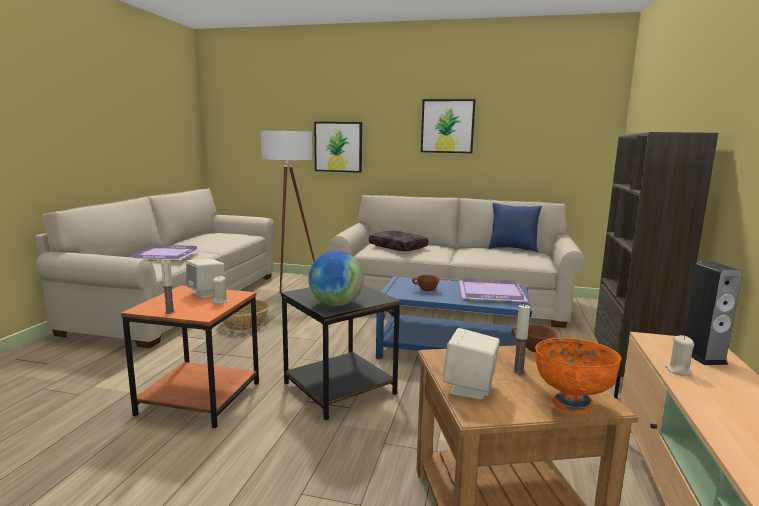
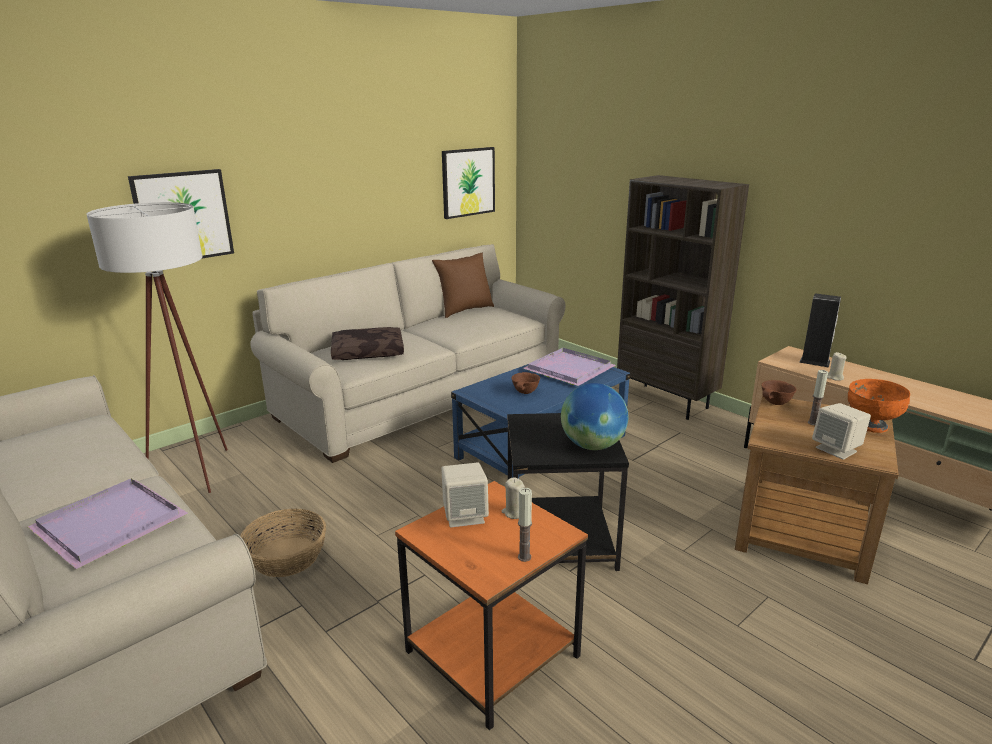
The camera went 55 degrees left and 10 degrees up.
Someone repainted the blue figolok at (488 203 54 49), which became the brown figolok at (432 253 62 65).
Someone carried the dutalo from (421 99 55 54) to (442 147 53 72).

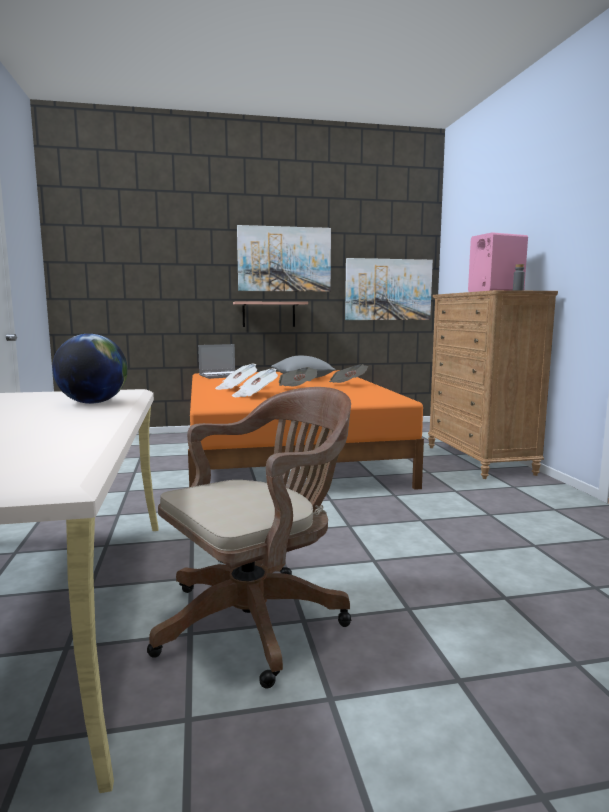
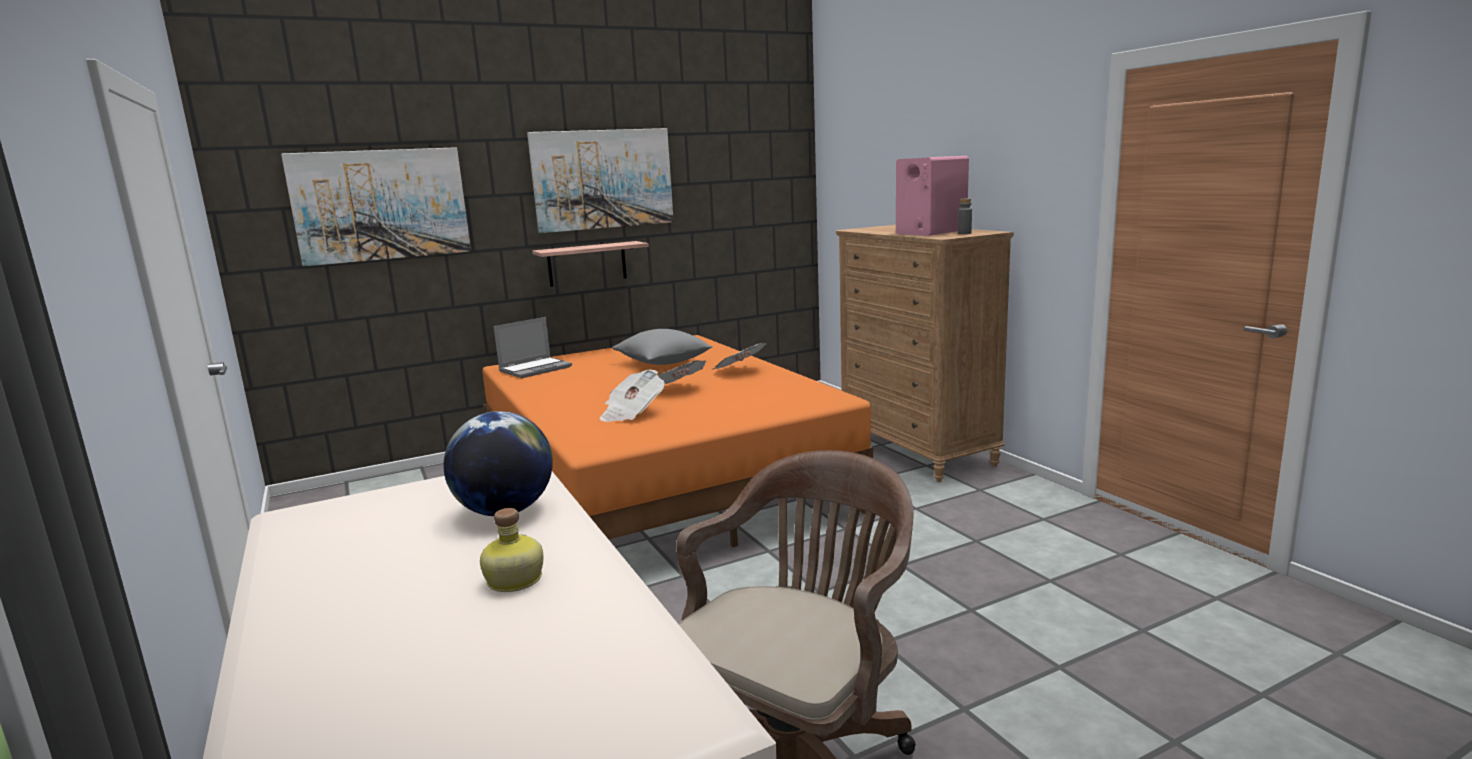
The camera went 15 degrees left and 5 degrees up.
Someone carried the dutalo from (345 258 88 62) to (281 147 190 120).
Someone put down the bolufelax at (480 508 64 84).
Someone took away the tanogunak at (215 364 42 26).

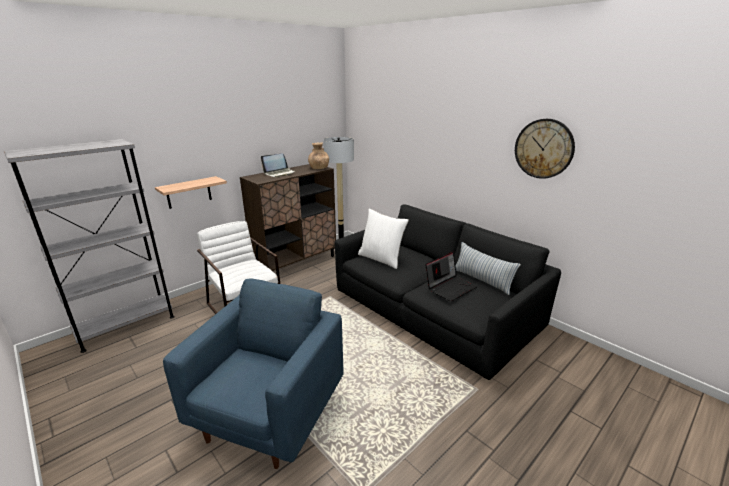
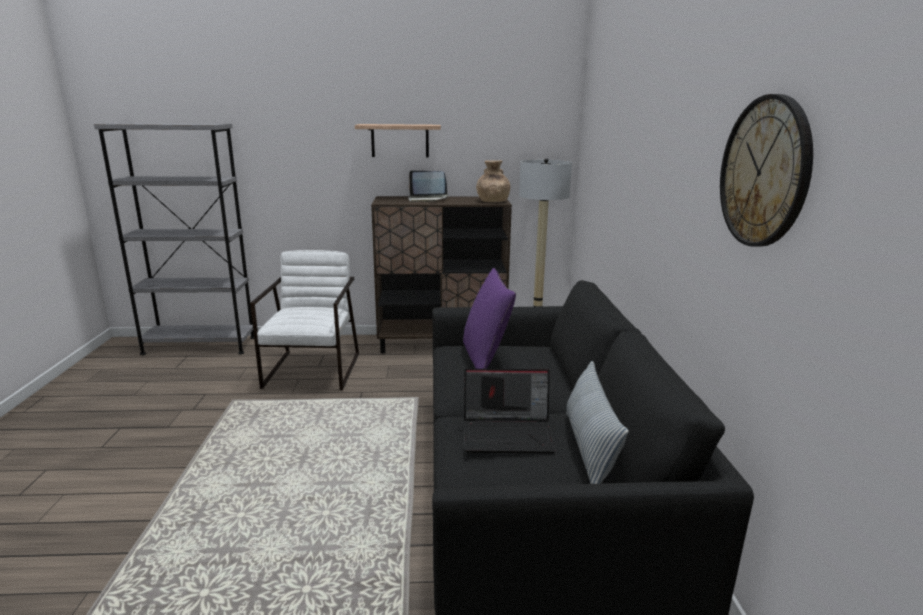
The camera went 40 degrees right and 5 degrees down.
Someone carried the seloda from (155 176 72 33) to (355 124 86 33).
Someone repainted the white figolok at (358 209 51 60), which became the purple figolok at (463 268 53 101).
Someone took away the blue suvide at (163 278 181 191).

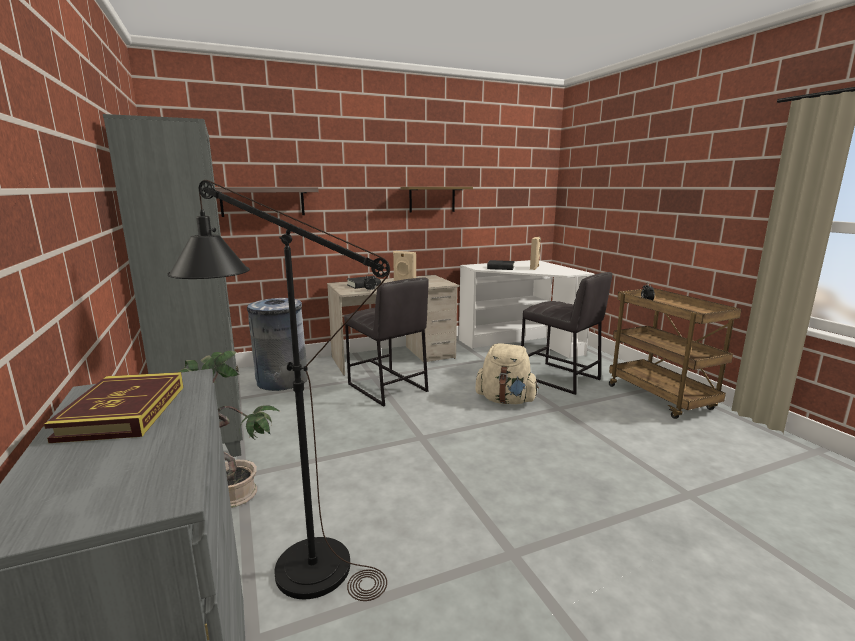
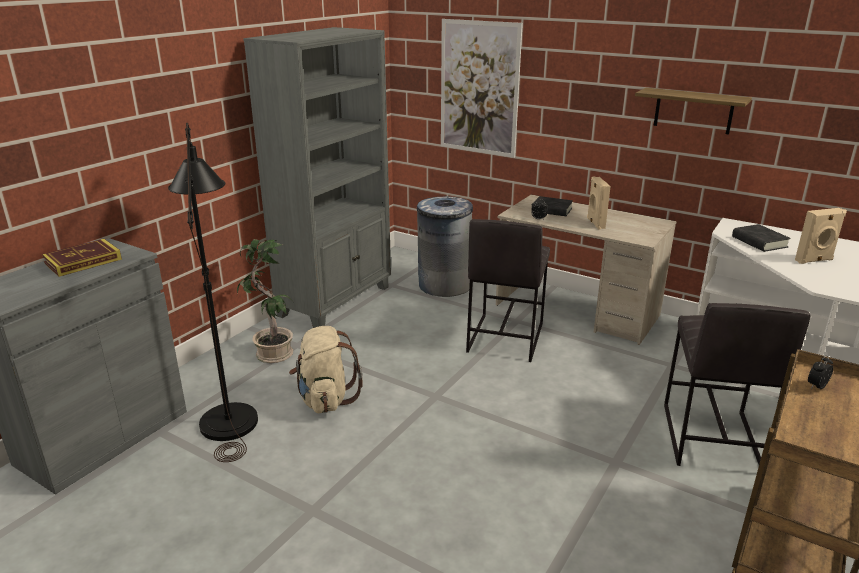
The camera went 55 degrees right and 10 degrees up.
Someone carried the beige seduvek from (475 343 64 61) to (289 326 74 87).
Someone swapped the seloda at (215 187 104 30) for the dutalo at (441 19 82 139).

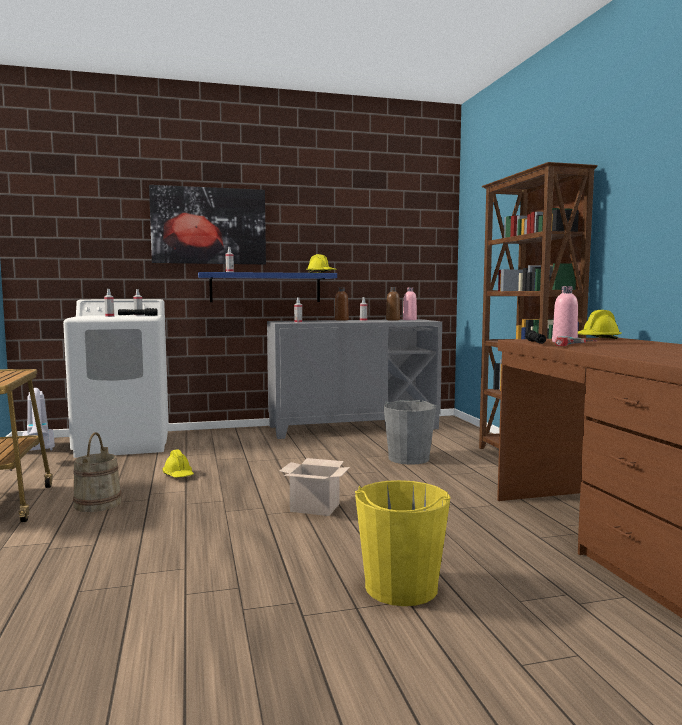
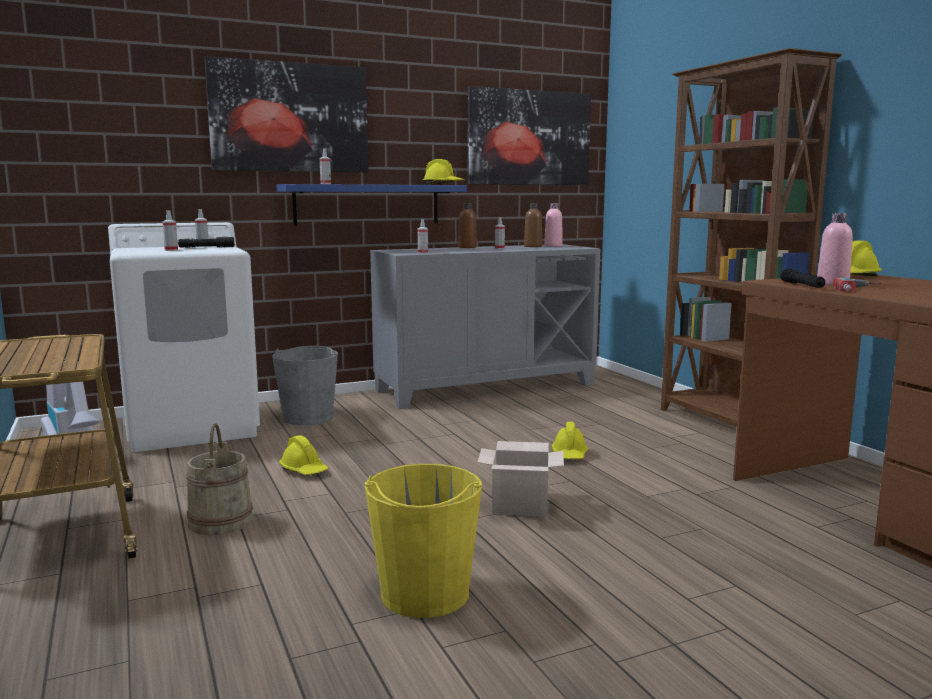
The camera went 10 degrees left and 5 degrees up.
Someone carried the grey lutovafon from (383 400 53 65) to (272 346 66 79).
Someone carried the yellow lutovafon from (355 480 95 126) to (364 464 118 154).
Someone put up the dutalo at (468 86 123 99).
Someone put down the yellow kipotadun at (552 422 36 37).

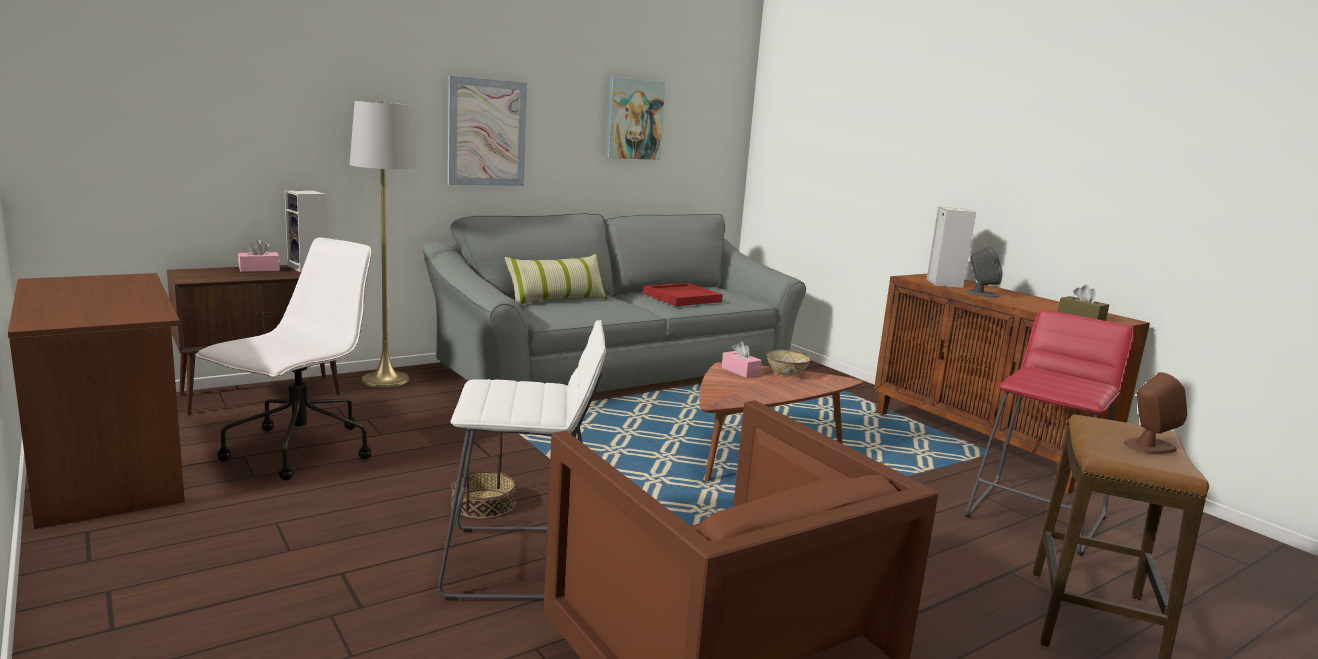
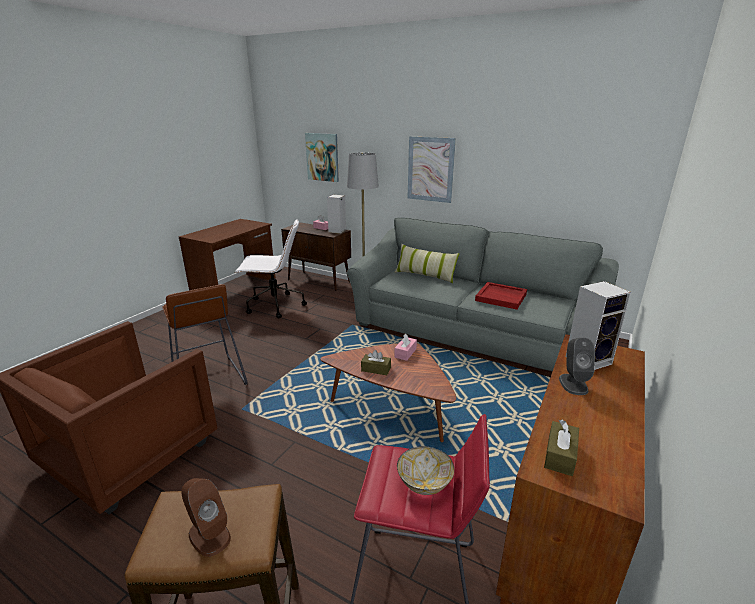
The camera went 65 degrees right and 10 degrees up.
Someone repainted the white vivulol at (438 320 168 281), which became the brown vivulol at (162 284 86 101).
Someone carried the dutalo from (606 77 59 83) to (305 133 34 49).
Someone put down the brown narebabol at (361 350 30 25).
Someone carried the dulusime from (766 349 45 27) to (397 446 57 49).
Someone took away the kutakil at (451 430 65 89).

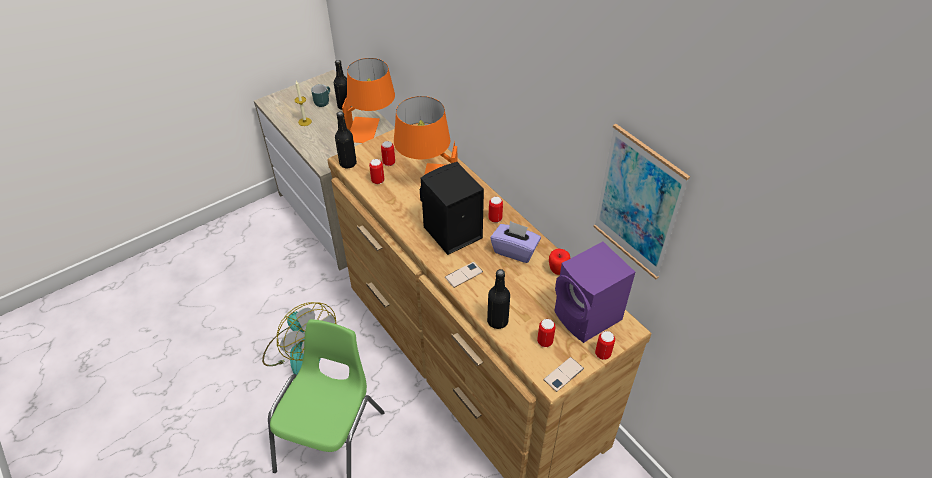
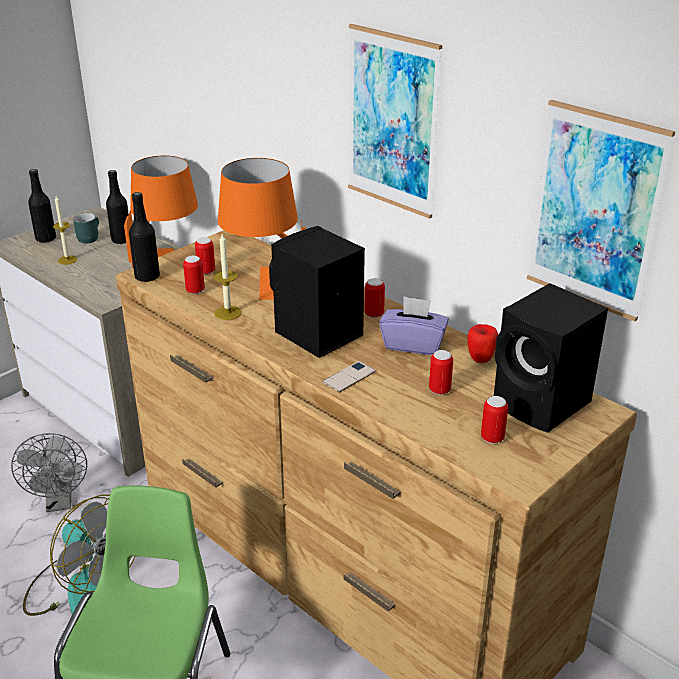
The camera went 10 degrees left and 15 degrees down.
Someone put down the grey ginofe at (11 433 76 79).
Someone carried the black bolufelax from (487 269 23 60) to (28 169 28 74).
Someone put down the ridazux at (213 234 29 86).
Someone put up the dutalo at (348 24 94 195).
Someone carried the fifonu from (595 331 20 29) to (429 350 24 45).
Someone repainted the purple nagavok at (554 242 81 101), which became the black nagavok at (494 283 114 150).
Someone took away the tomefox at (543 357 41 35).

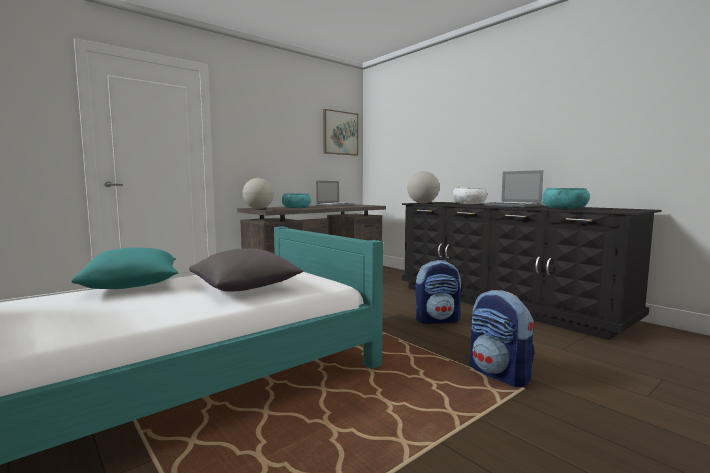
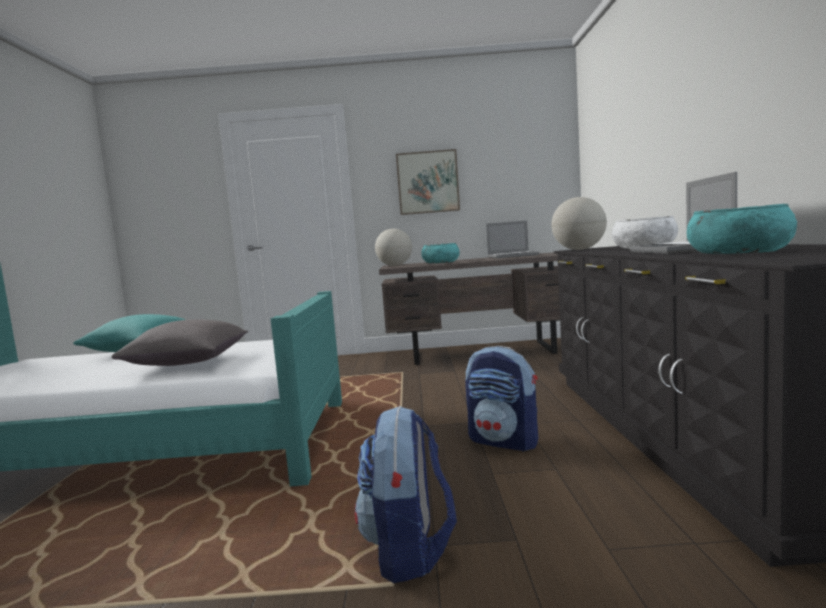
The camera went 40 degrees right and 0 degrees up.
Someone carried the dutalo from (323 109 35 47) to (396 149 64 66).

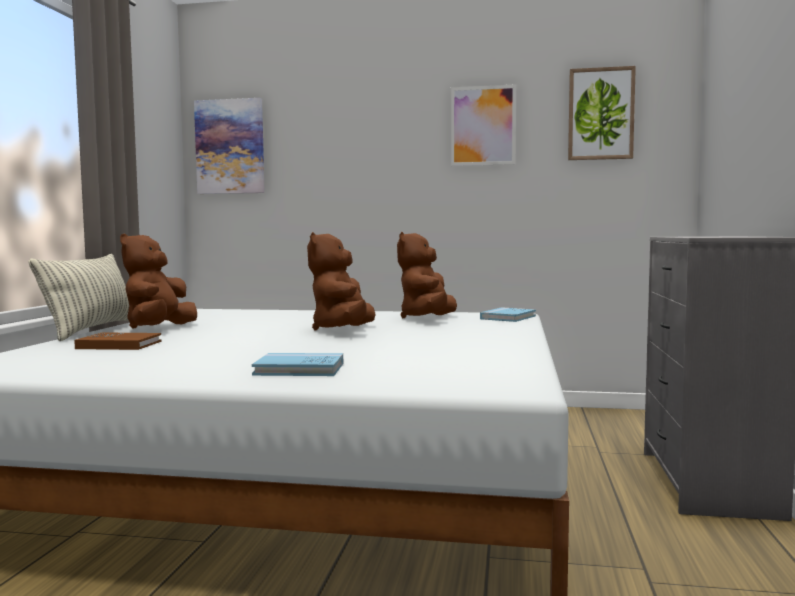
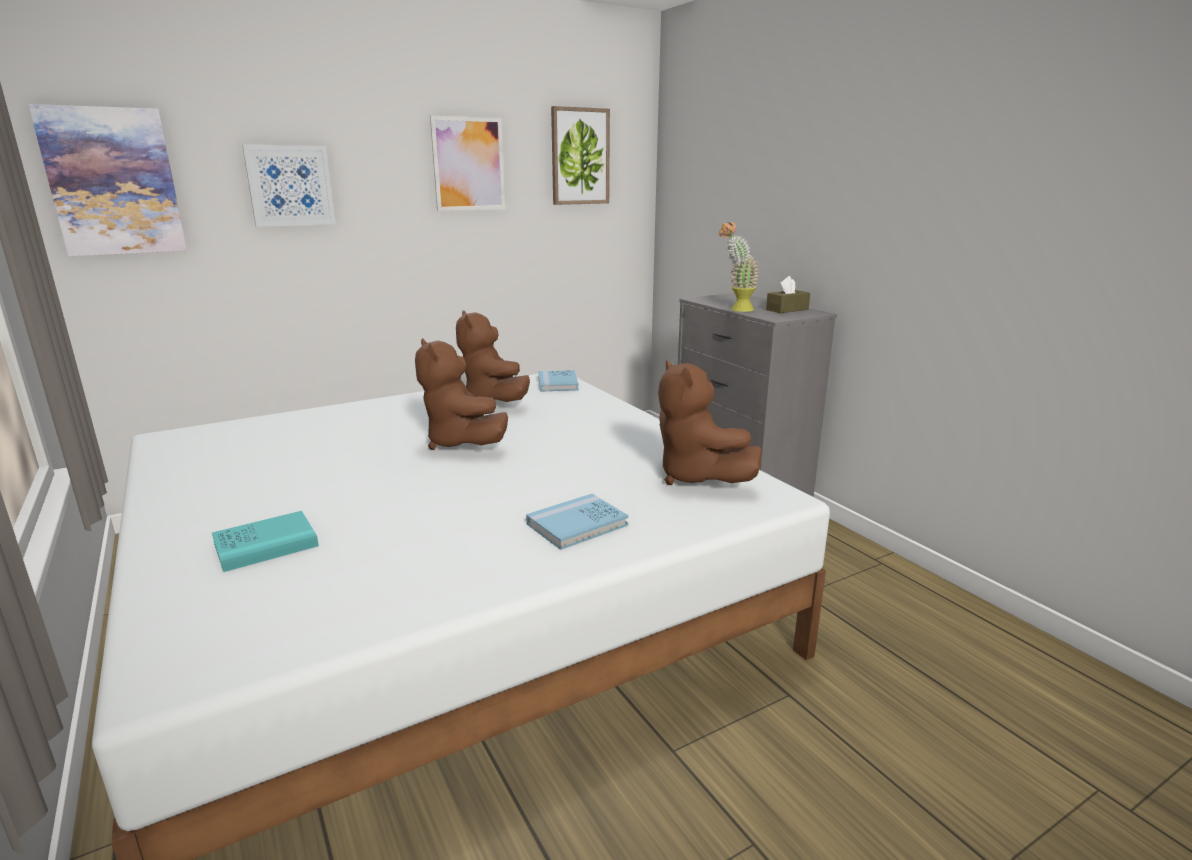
The camera went 40 degrees left and 15 degrees up.
Someone repainted the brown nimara at (74 332 88 18), which became the turquoise nimara at (212 511 107 61).
Someone put up the dutalo at (242 145 94 82).
Someone carried the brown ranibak from (120 234 77 95) to (658 360 104 125).
Someone put down the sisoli at (719 222 41 90).
Someone put down the brown narebabol at (766 276 44 37).
Someone took away the figolok at (29 254 100 87).

